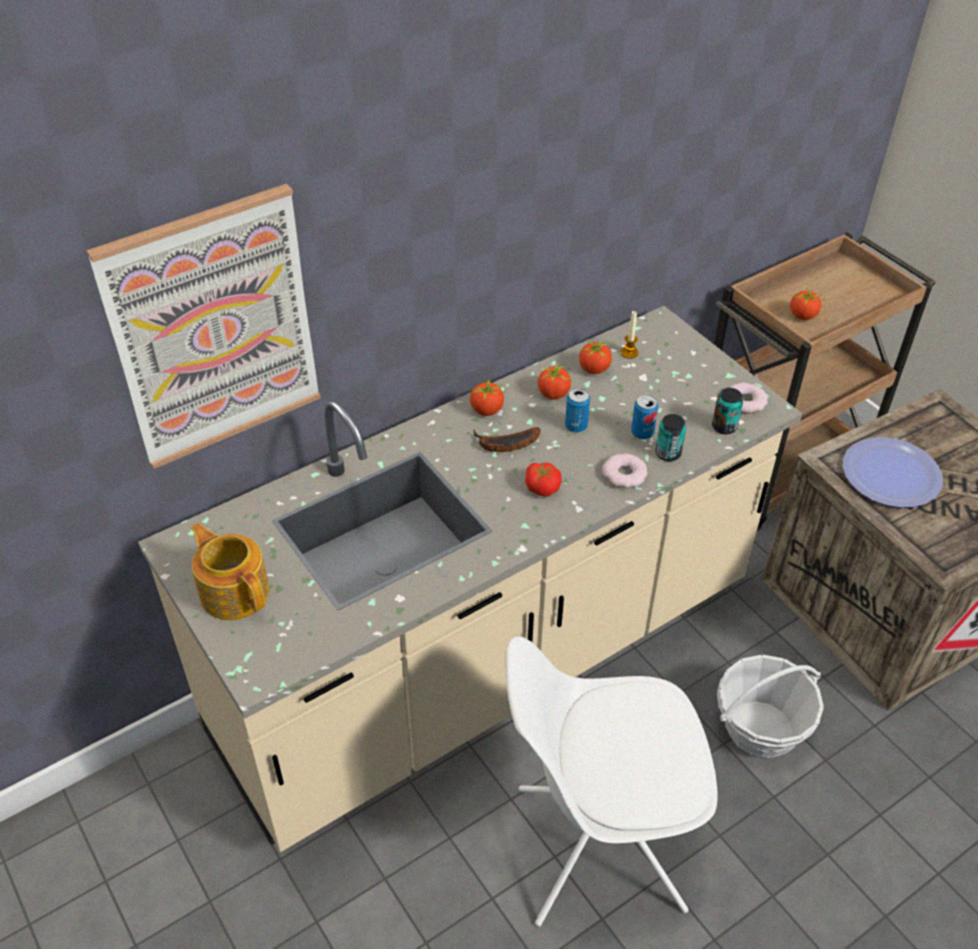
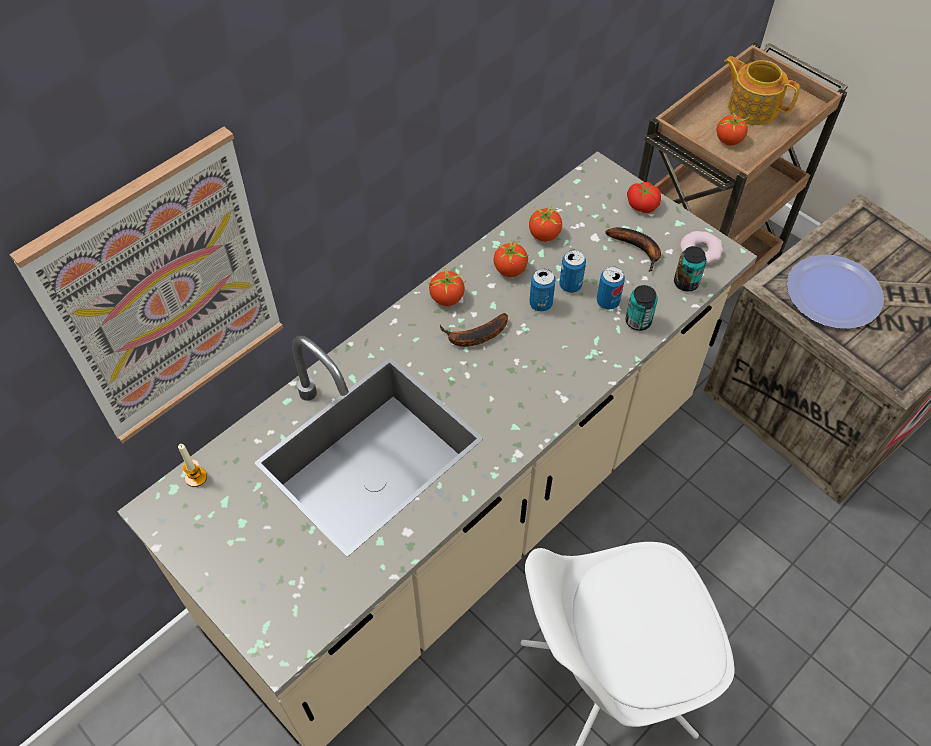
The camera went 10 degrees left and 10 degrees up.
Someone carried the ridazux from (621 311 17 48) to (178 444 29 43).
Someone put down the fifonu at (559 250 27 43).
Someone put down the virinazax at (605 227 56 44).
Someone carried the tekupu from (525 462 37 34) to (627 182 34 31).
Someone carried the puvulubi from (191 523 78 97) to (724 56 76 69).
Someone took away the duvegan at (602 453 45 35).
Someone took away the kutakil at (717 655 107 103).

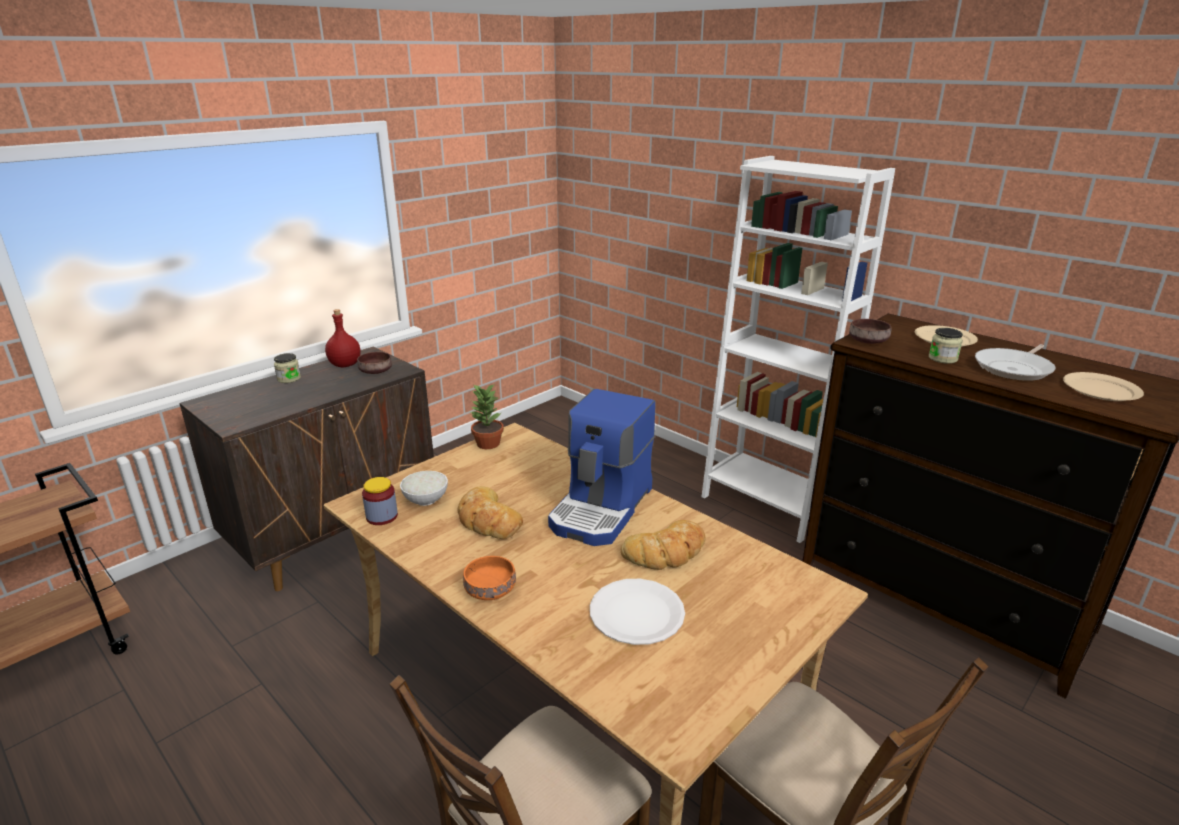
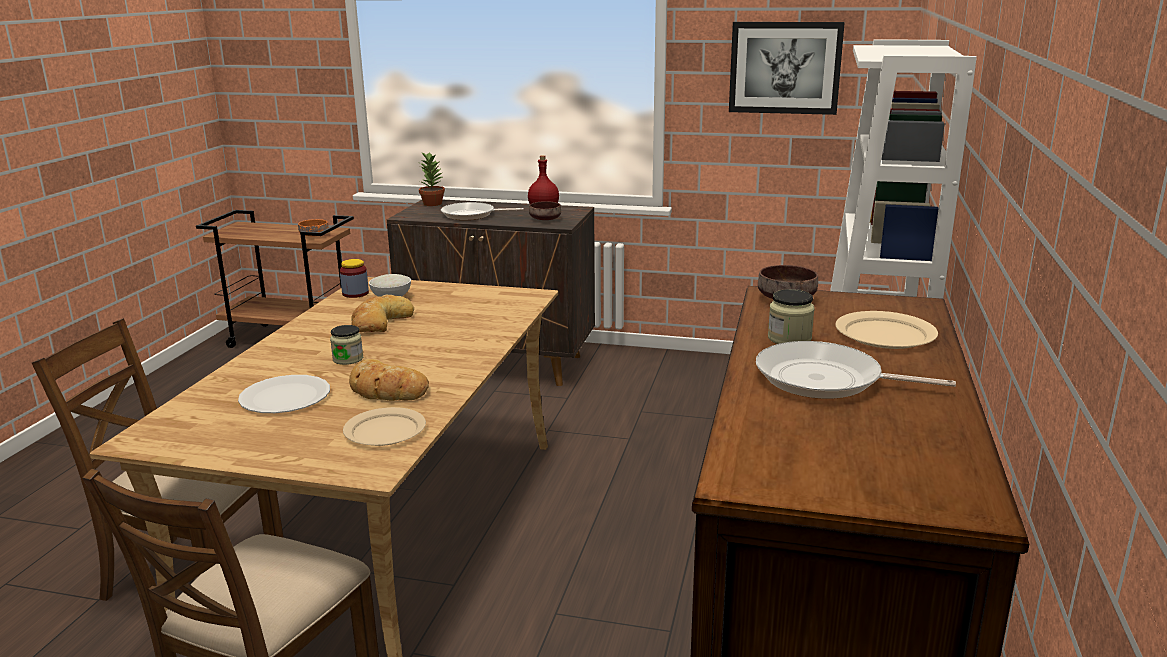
The camera went 60 degrees right and 5 degrees down.
Someone carried the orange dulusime from (463 556 53 44) to (298 219 31 18).
Someone carried the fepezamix from (274 353 27 30) to (330 325 33 40).
Someone carried the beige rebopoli from (1063 372 81 29) to (343 407 83 39).
Someone carried the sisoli from (470 384 34 65) to (419 152 26 54).
Someone put down the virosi at (441 202 82 18).
Someone put up the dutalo at (729 22 116 93).
Someone took away the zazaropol at (548 389 108 157).

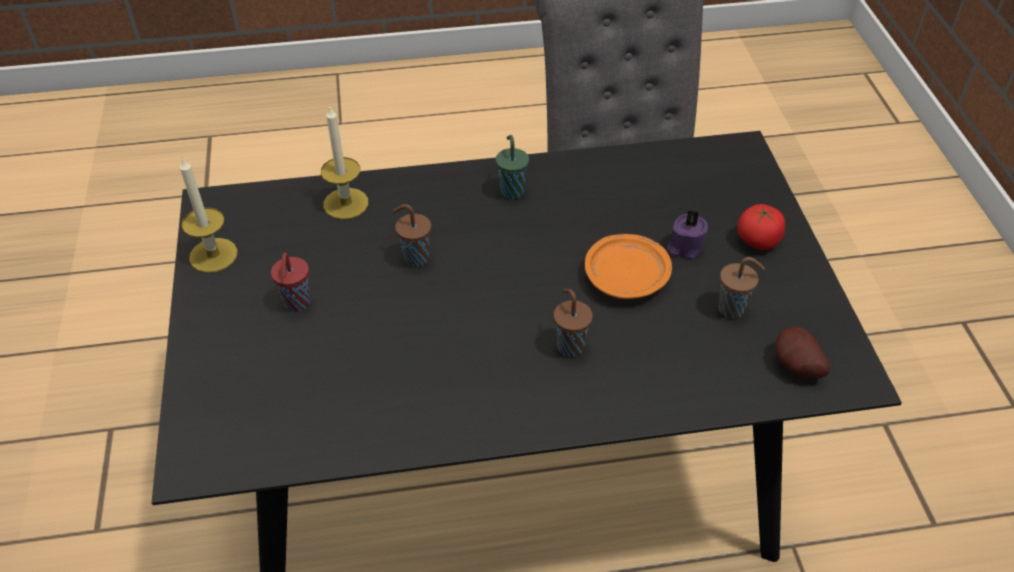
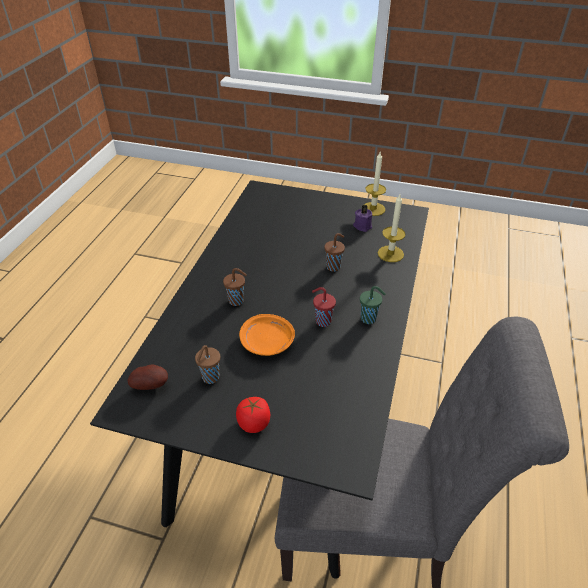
The camera went 115 degrees right and 5 degrees down.
Someone carried the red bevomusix from (271 253 39 59) to (312 287 24 40).
Someone carried the purple ridazux from (666 210 42 49) to (353 205 19 27).

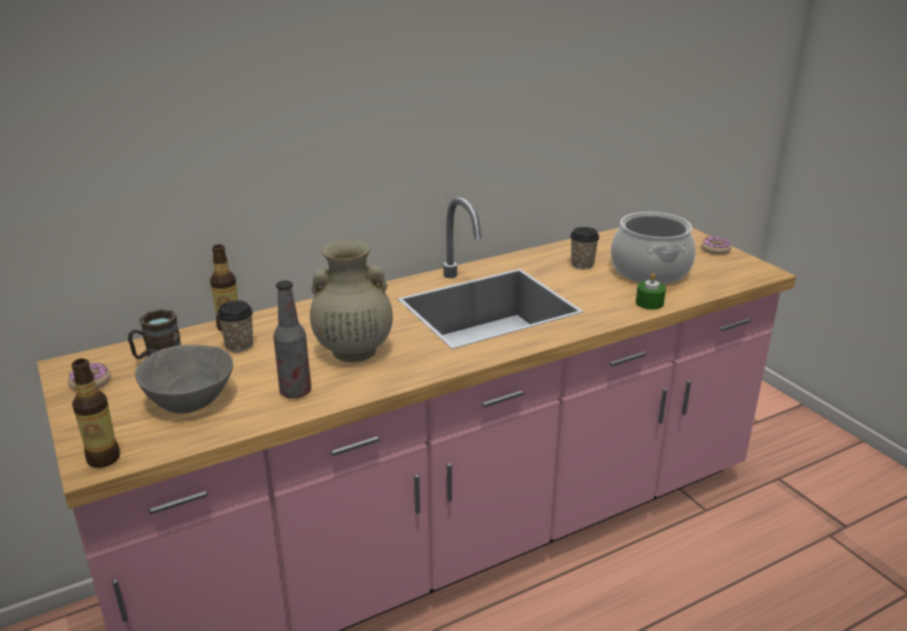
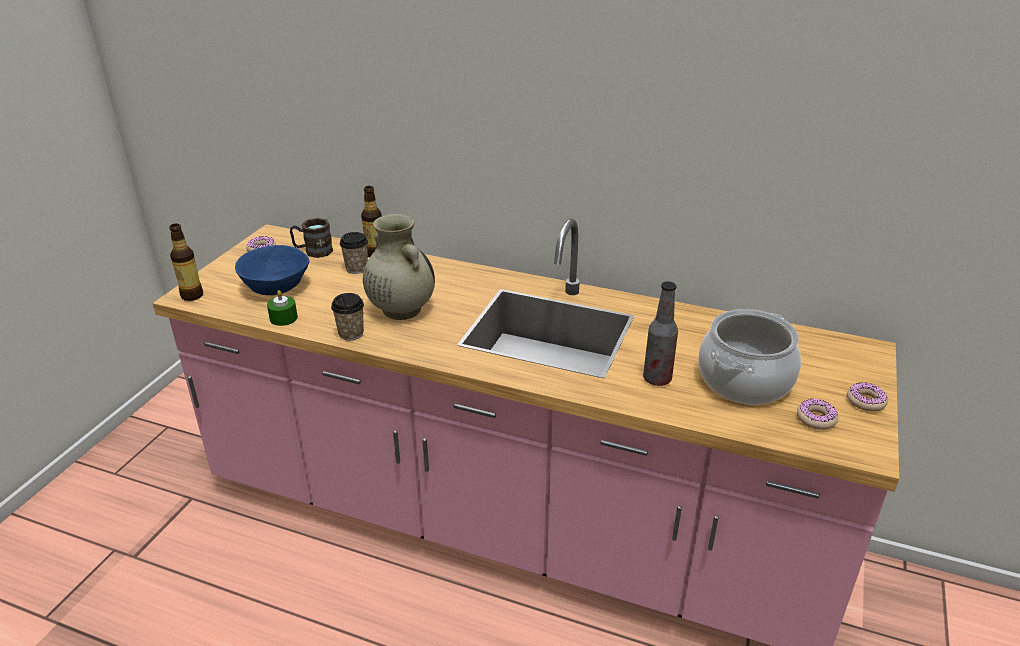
The camera went 50 degrees right and 5 degrees up.
Someone repainted the grey dulusime at (135 345 98 68), which became the blue dulusime at (235 245 74 50).
Someone carried the green ridazux from (636 273 30 37) to (267 290 31 36).
Someone carried the bevomusix from (570 227 29 42) to (331 293 33 48).
Someone carried the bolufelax from (273 280 38 119) to (643 281 35 105).
Someone put down the duvegan at (797 398 41 32).

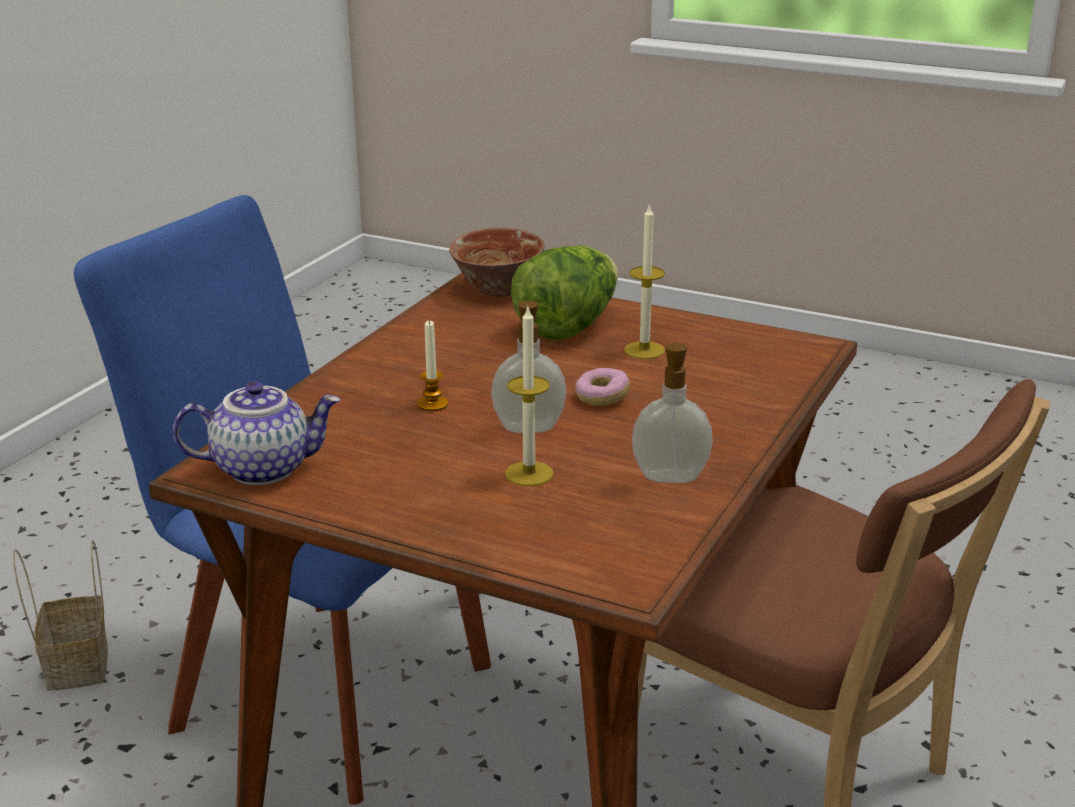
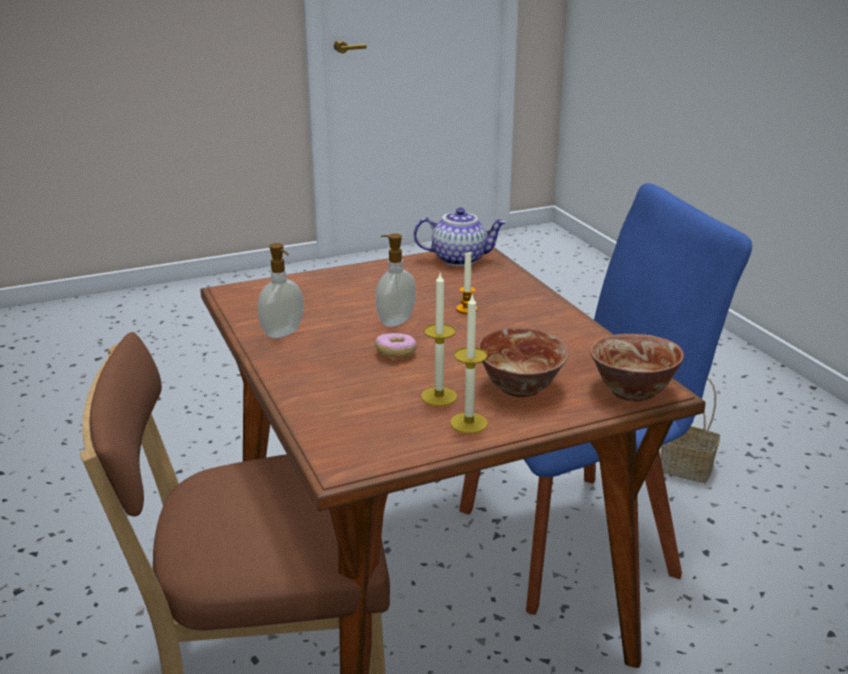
The camera went 130 degrees right and 0 degrees up.
Someone rotated the puvulubi at (173 381 168 104) by 120 degrees counterclockwise.
Someone carried the ridazux from (505 307 48 179) to (450 293 38 140).
Someone swapped the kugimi at (511 245 107 95) for the dulusime at (478 327 91 70).

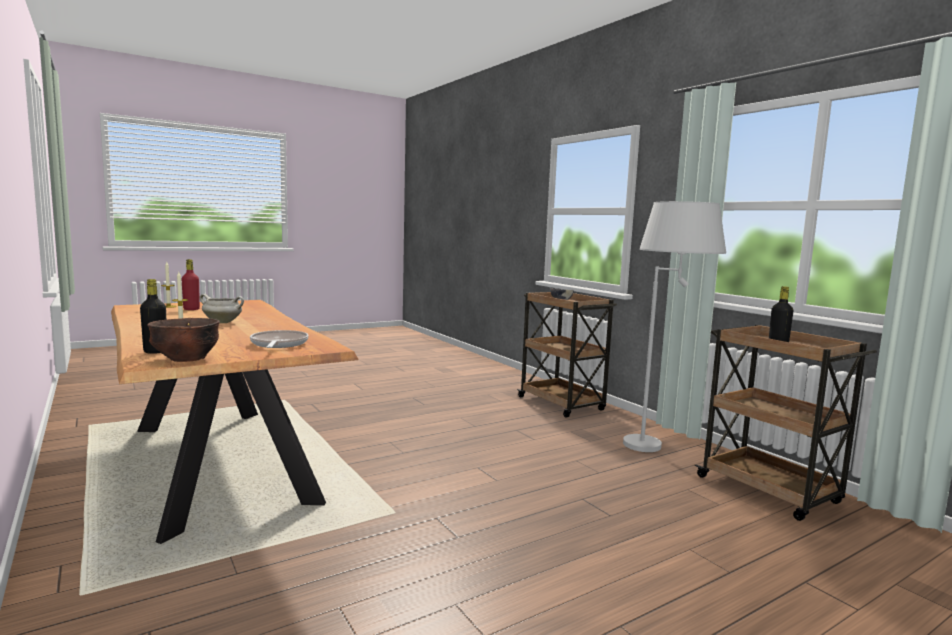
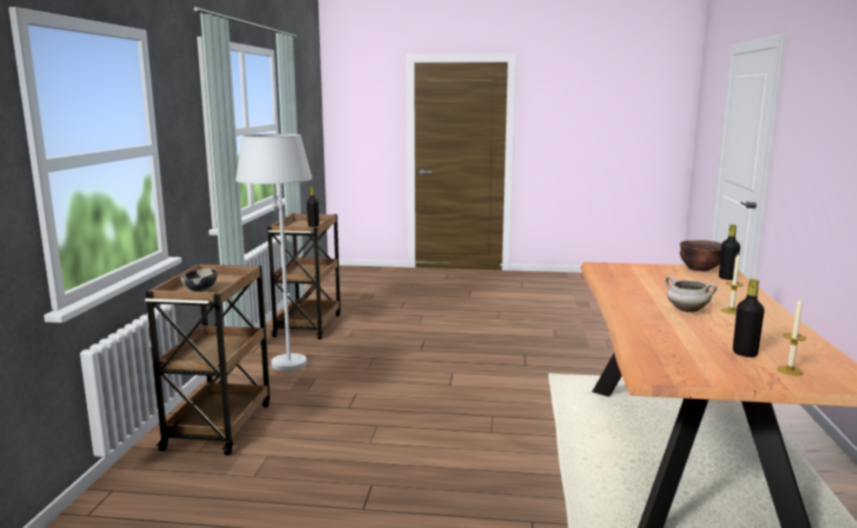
The camera went 140 degrees left and 5 degrees up.
Someone repainted the red bolufelax at (181 259 19 51), which became the black bolufelax at (733 279 31 78).
Someone took away the virosi at (250 330 59 18).

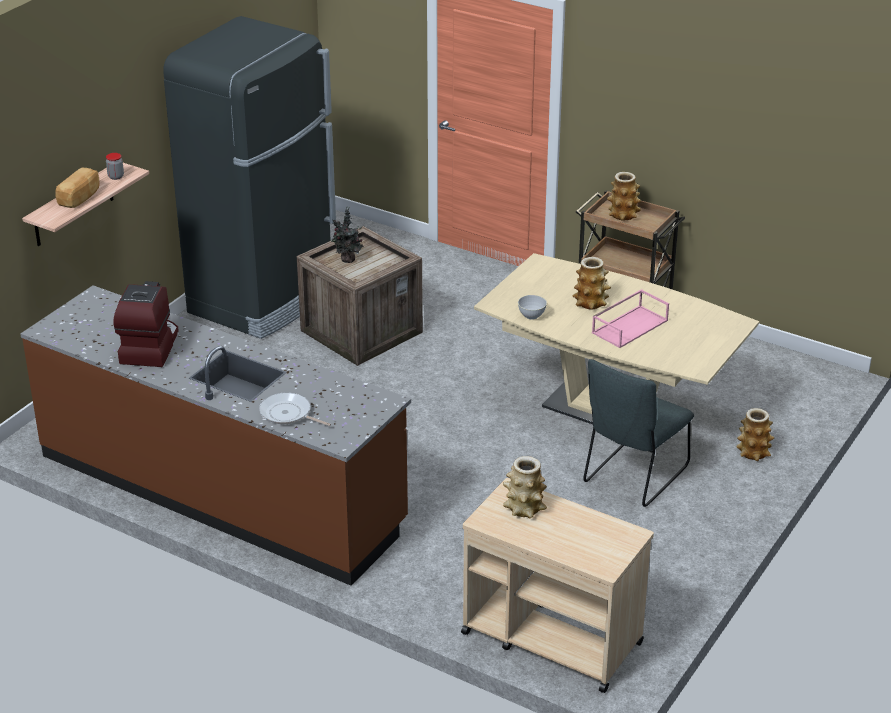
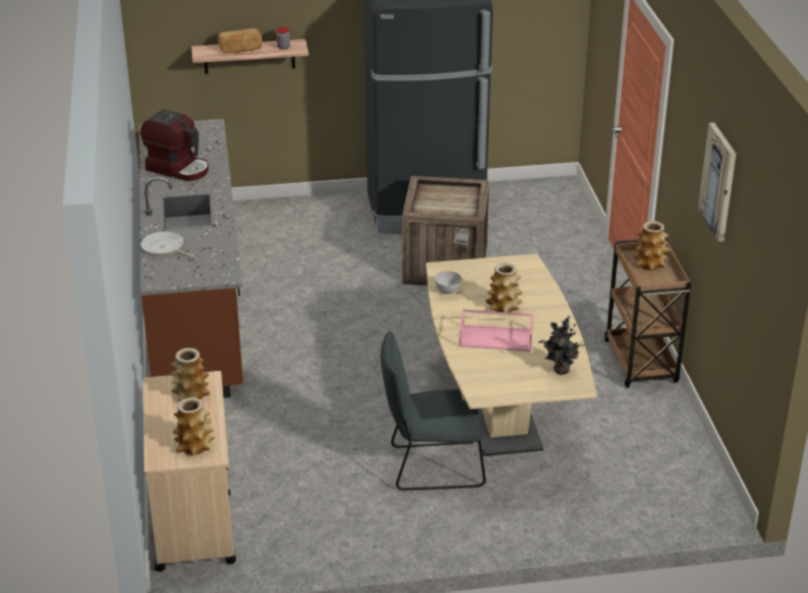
The camera went 50 degrees right and 0 degrees up.
Someone rotated the zazaropol at (113 281 66 86) by 60 degrees clockwise.
Someone rotated the virosi at (259 393 72 33) by 45 degrees counterclockwise.
Someone carried the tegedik from (736 408 38 53) to (173 397 42 59).
Someone carried the sisoli from (331 206 33 57) to (538 315 48 60).
Someone put up the dutalo at (698 123 38 119).

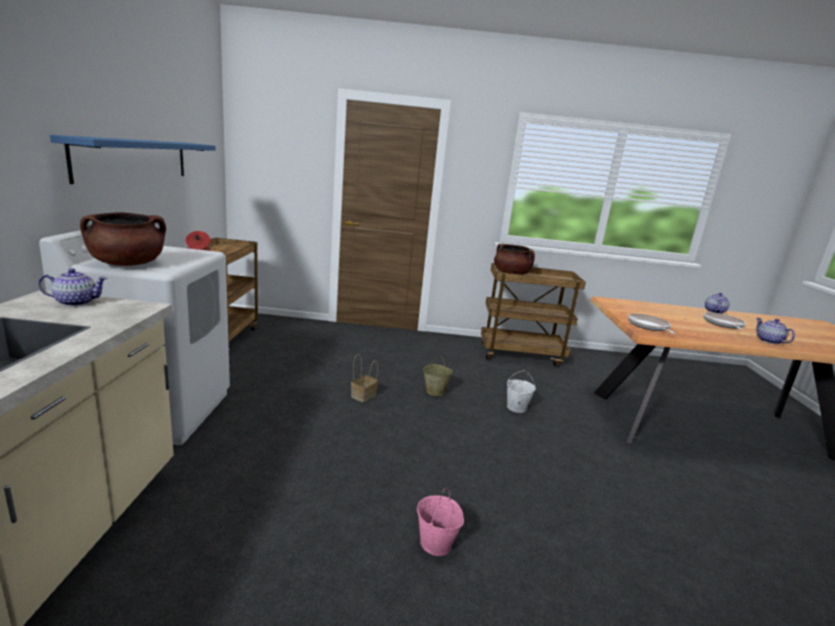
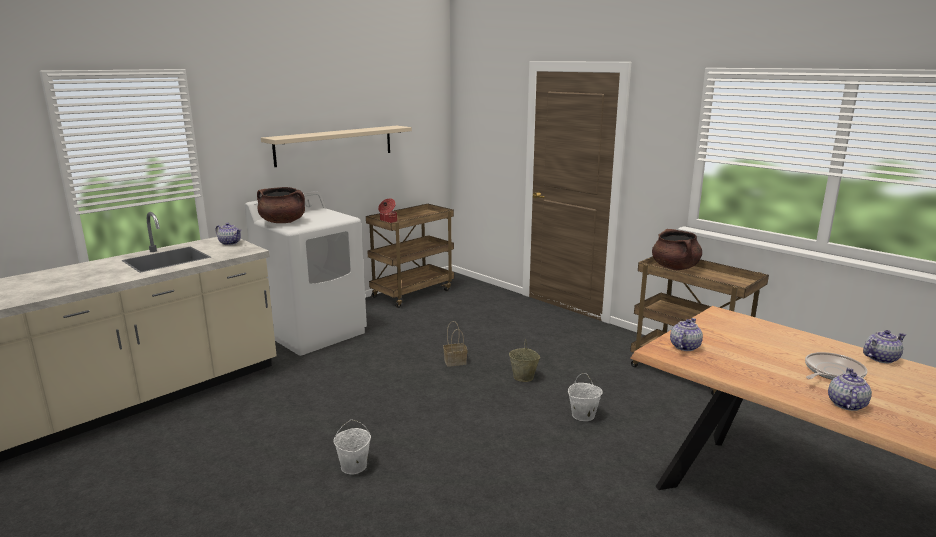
The camera went 45 degrees right and 0 degrees up.
Someone repainted the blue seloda at (50 135 166 49), which became the beige seloda at (261 126 151 41).
Someone repainted the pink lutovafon at (417 488 47 68), which became the white lutovafon at (334 419 37 55).
Someone swapped the virosi at (628 314 48 20) for the puvulubi at (670 318 33 33).

